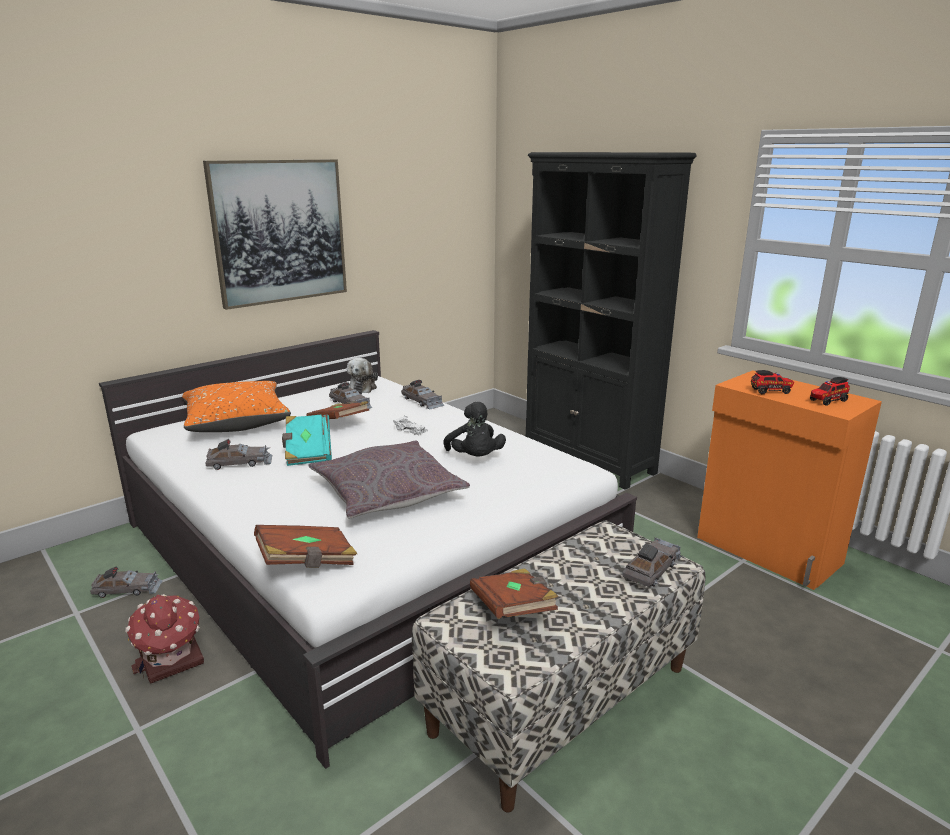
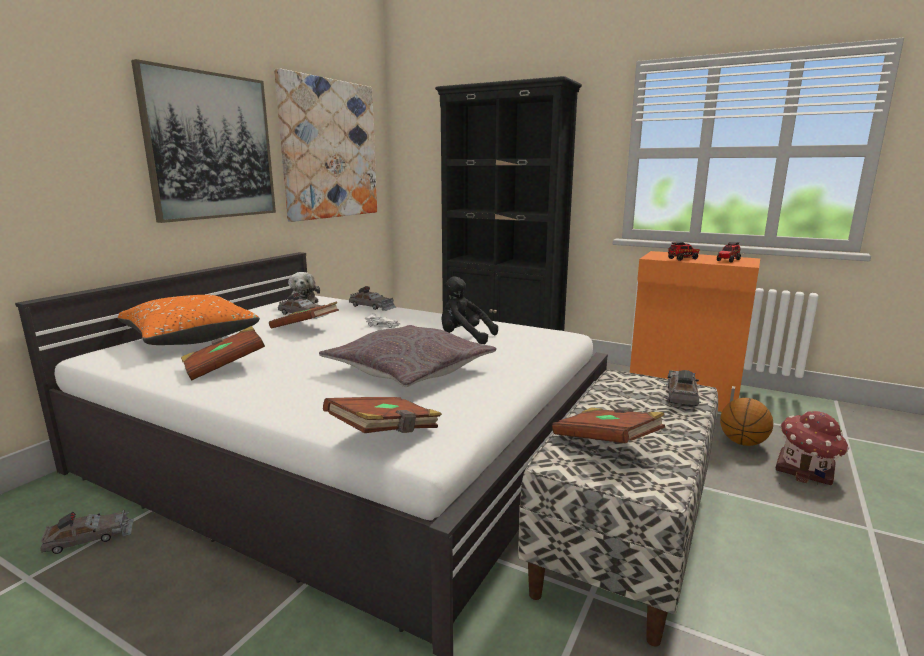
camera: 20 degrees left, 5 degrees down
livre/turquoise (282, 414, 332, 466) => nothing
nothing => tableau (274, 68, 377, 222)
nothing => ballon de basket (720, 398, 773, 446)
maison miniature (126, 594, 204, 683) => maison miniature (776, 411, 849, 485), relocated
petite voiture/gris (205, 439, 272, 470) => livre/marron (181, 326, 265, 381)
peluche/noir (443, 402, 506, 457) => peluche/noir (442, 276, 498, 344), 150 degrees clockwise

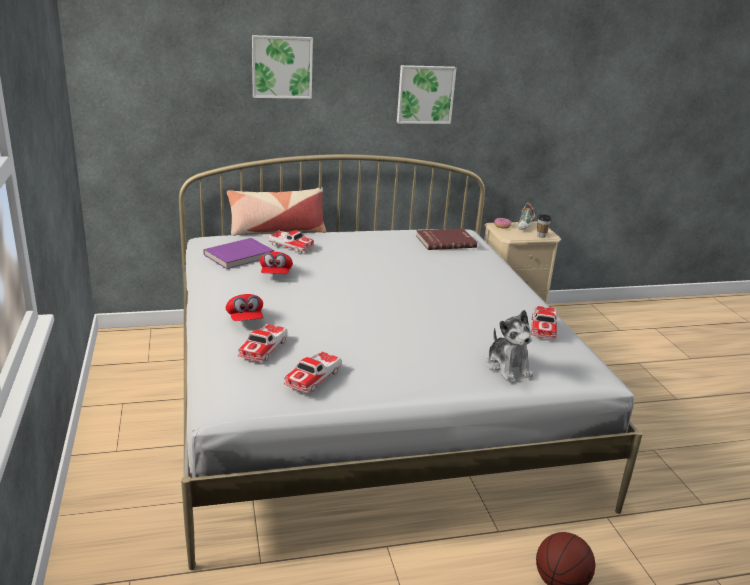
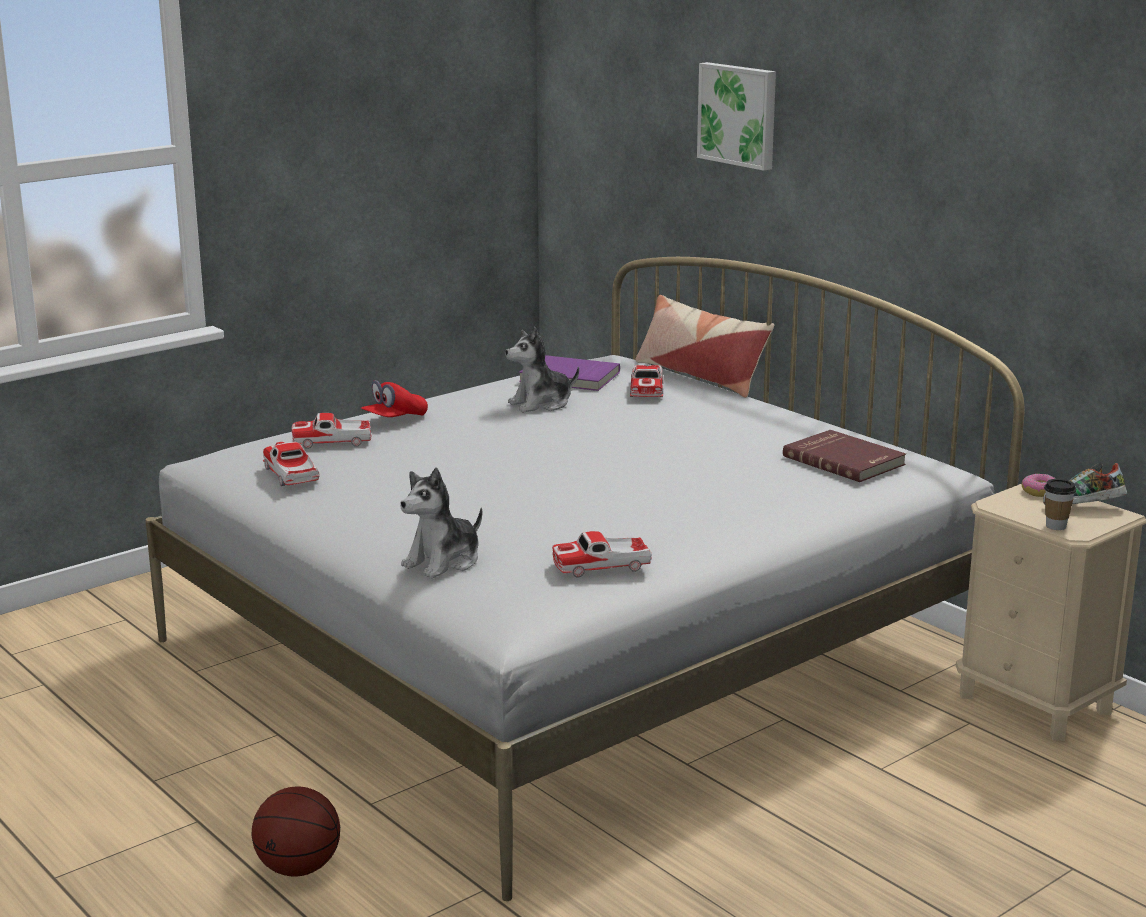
camera: 65 degrees right, 5 degrees down
tableau (397, 65, 456, 124) => nothing
casquette/rouge (260, 252, 293, 274) => peluche (505, 327, 579, 413)
petite voiture (284, 352, 341, 393) => petite voiture (262, 442, 320, 486), 60 degrees clockwise

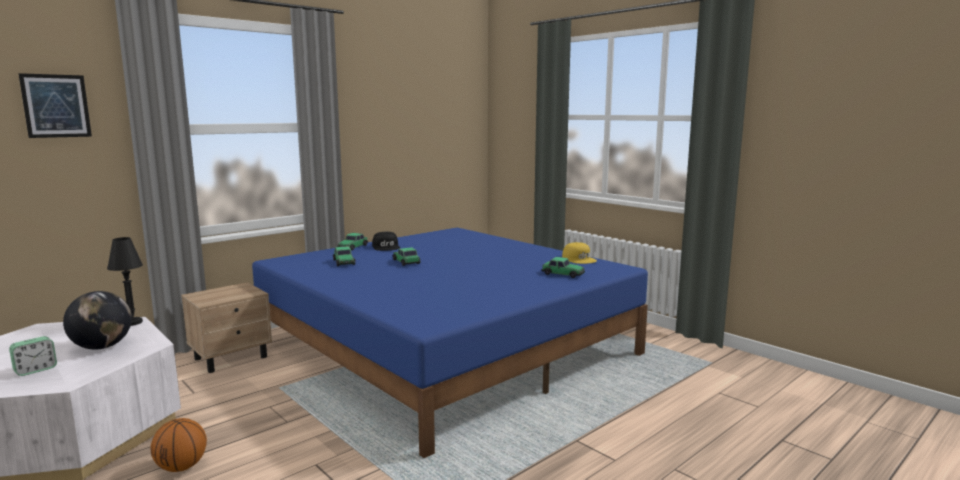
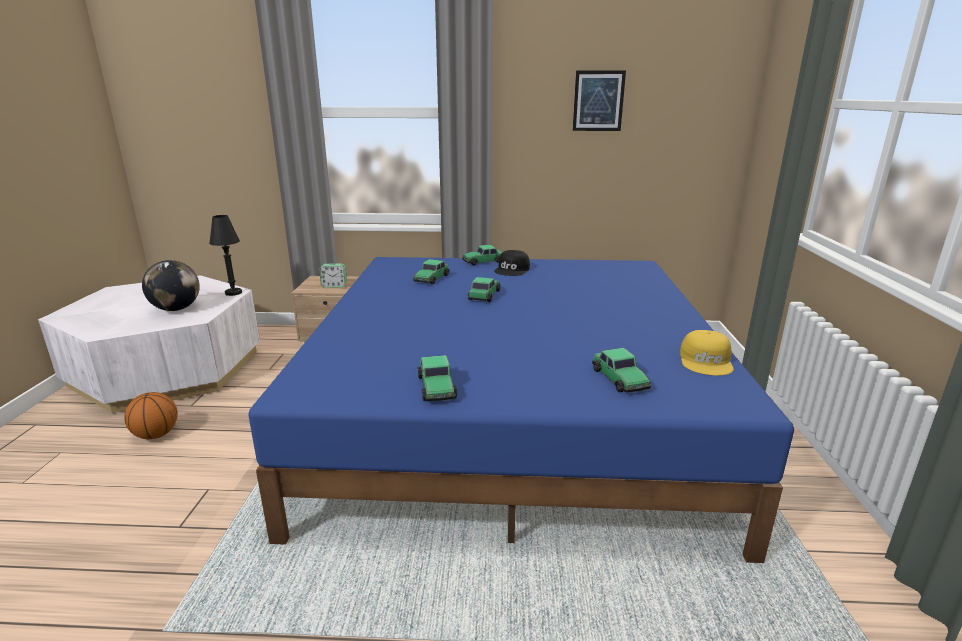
camera: 45 degrees right, 10 degrees up
nothing => petite voiture (417, 355, 457, 402)
réveil (9, 336, 57, 376) => réveil (319, 263, 347, 288), relocated
tableau (18, 73, 92, 138) => tableau (573, 70, 626, 131), relocated

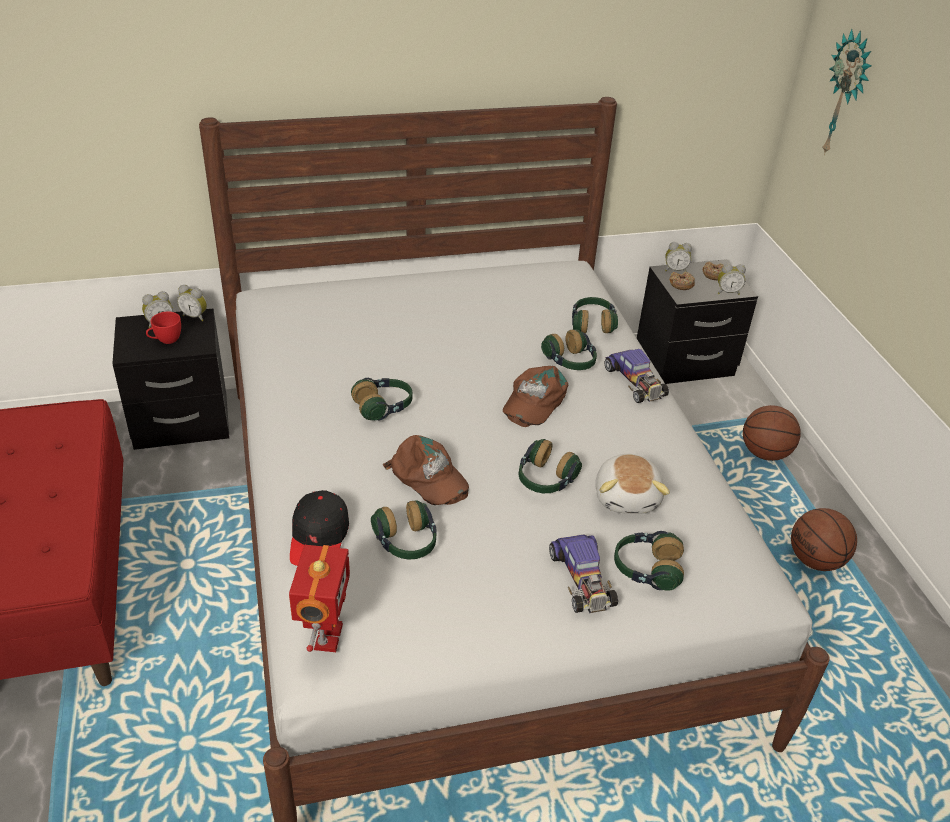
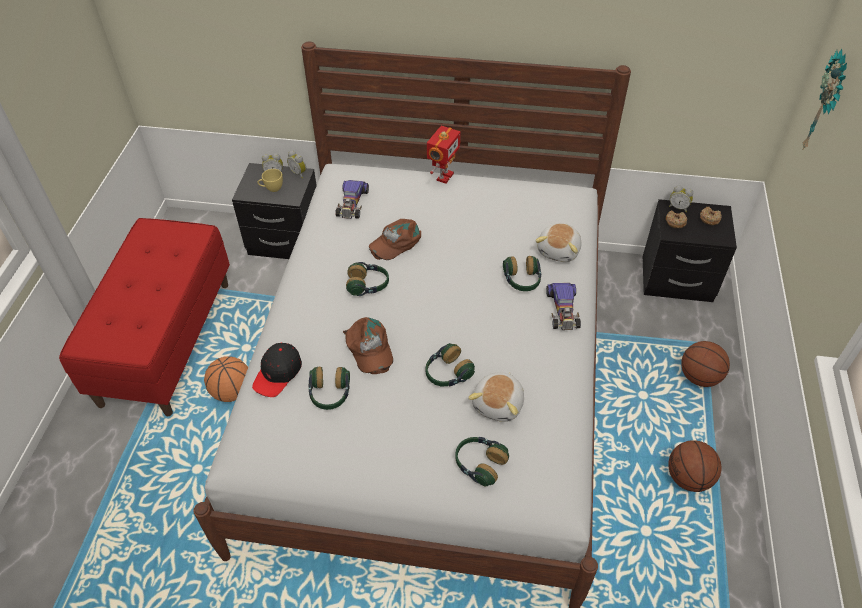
camera: 25 degrees right, 10 degrees up
réveil (718, 264, 746, 295) => nothing
nothing => ballon de basket (204, 356, 248, 402)
robot jouet (289, 545, 350, 652) => robot jouet (427, 126, 461, 184), relocated
casquette/marron (503, 366, 568, 427) => casquette/marron (369, 219, 421, 260), relocated
petite voiture (549, 534, 618, 613) => petite voiture (335, 180, 369, 219), relocated
casque audio (572, 297, 618, 334) => peluche (535, 223, 582, 262)
tasse/rouge (146, 312, 181, 344) => tasse/jaune (257, 169, 283, 192)

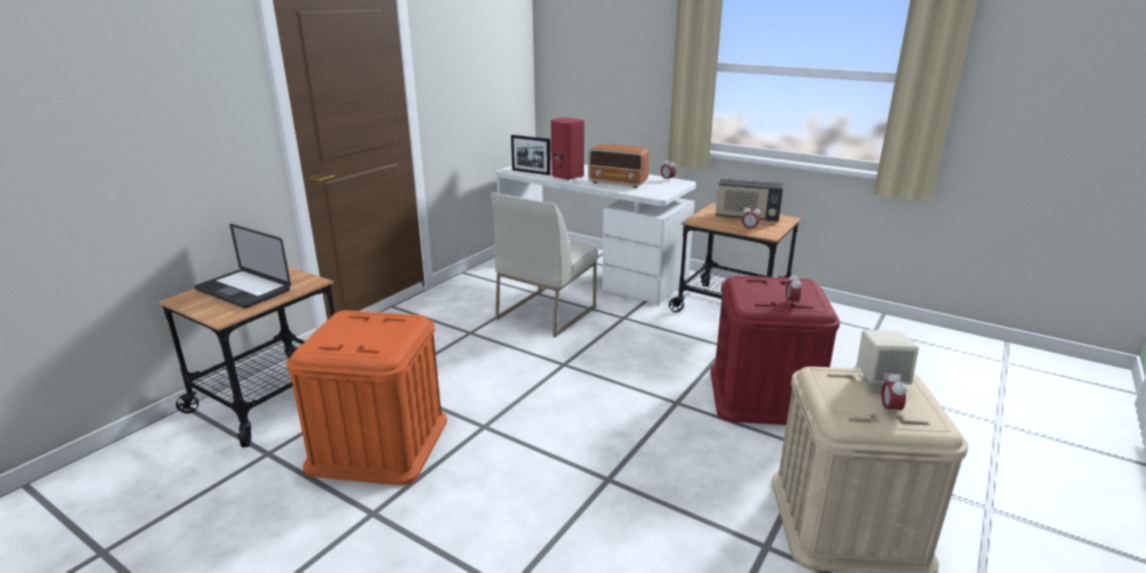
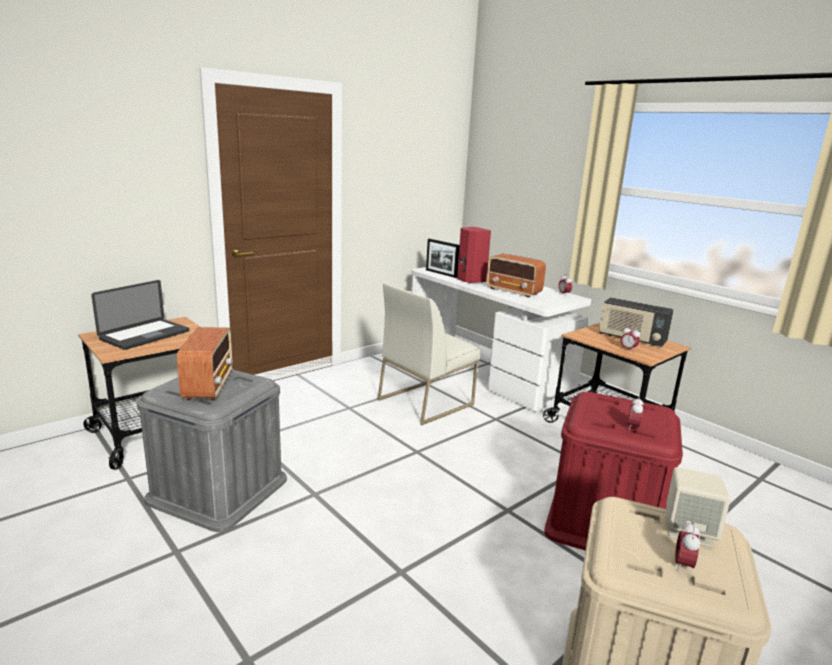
camera: 15 degrees right, 5 degrees down
nothing => radio (177, 327, 233, 400)
boîte de rangement/orange (286, 310, 447, 485) => boîte de rangement/gris (137, 369, 287, 532)
ordinateur portable (194, 224, 291, 309) => ordinateur portable (91, 280, 189, 350), 105 degrees counterclockwise

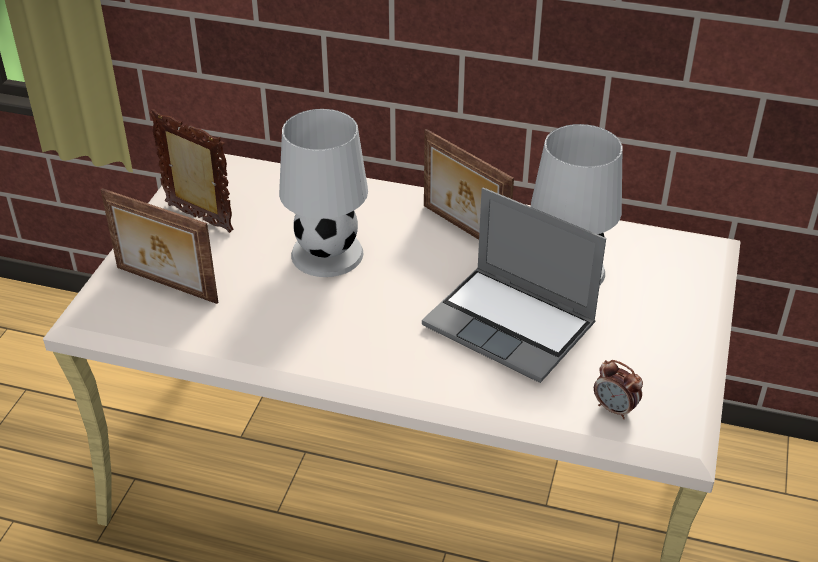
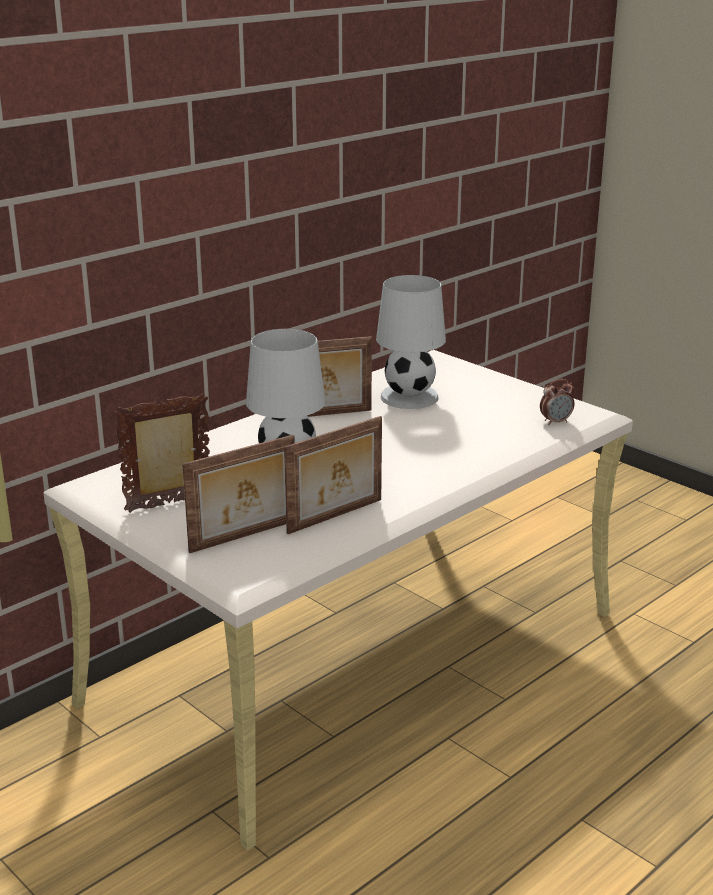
camera: 60 degrees left, 15 degrees down
ordinateur portable (422, 188, 606, 383) => nothing
nothing => cadre photo (284, 416, 382, 534)

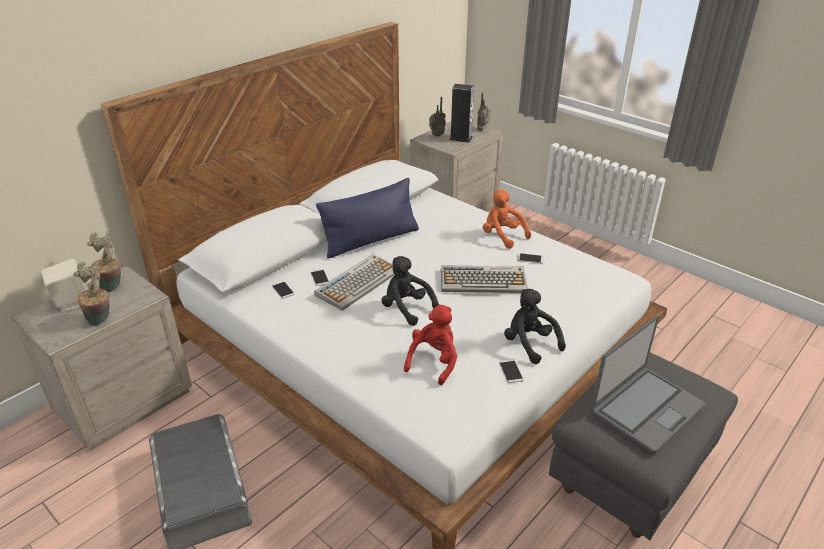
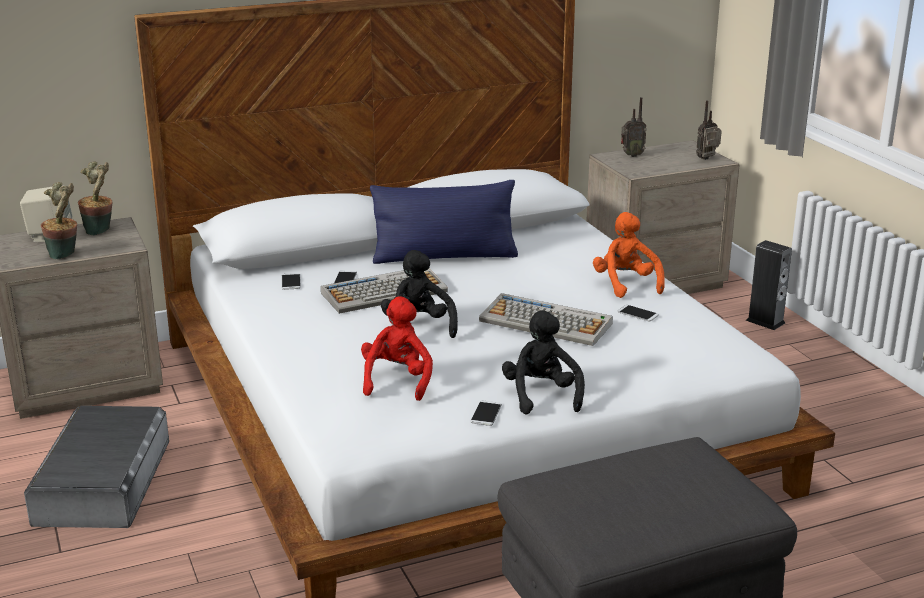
camera: 25 degrees right, 10 degrees down
ordinateur portable (592, 315, 705, 454) => nothing
enceinte (449, 84, 474, 143) => enceinte (746, 240, 792, 330), relocated
peluche/rouge (404, 305, 457, 385) => peluche/rouge (361, 296, 433, 401), 45 degrees counterclockwise

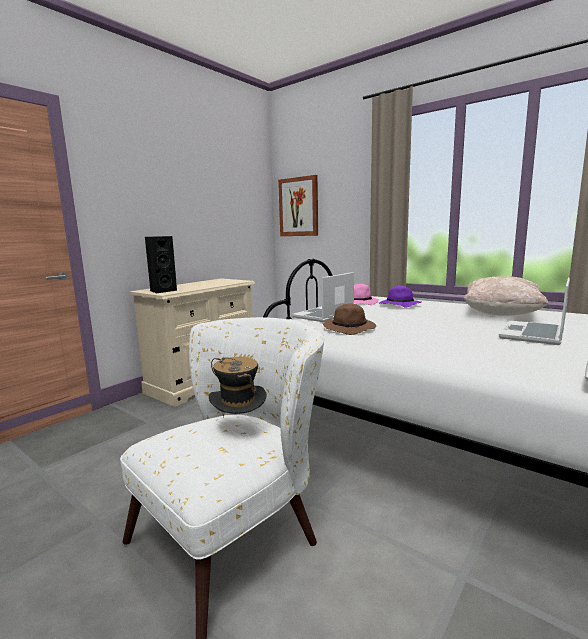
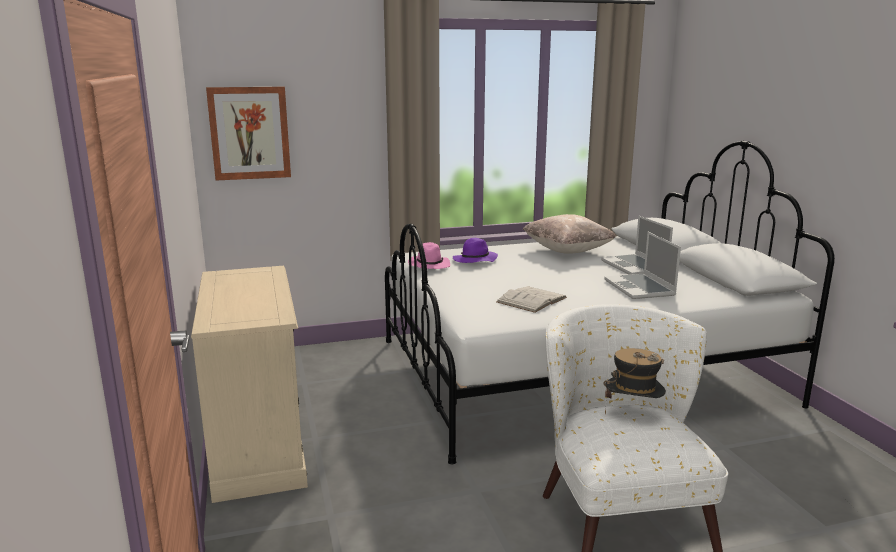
camera: 55 degrees left, 5 degrees up
enceinte/noir (145, 236, 177, 294) => nothing
ordinateur portable (292, 272, 354, 322) => ordinateur portable (604, 232, 681, 299), relocated
chapeau/marron (323, 303, 376, 335) => livre/blanc (496, 286, 567, 313)

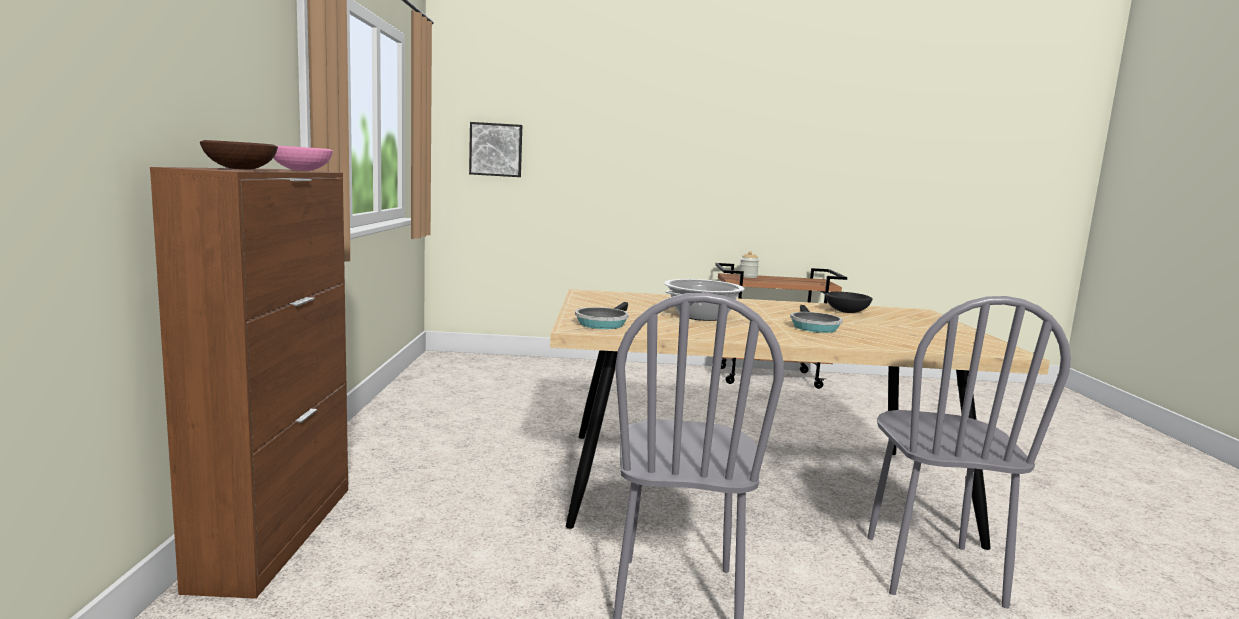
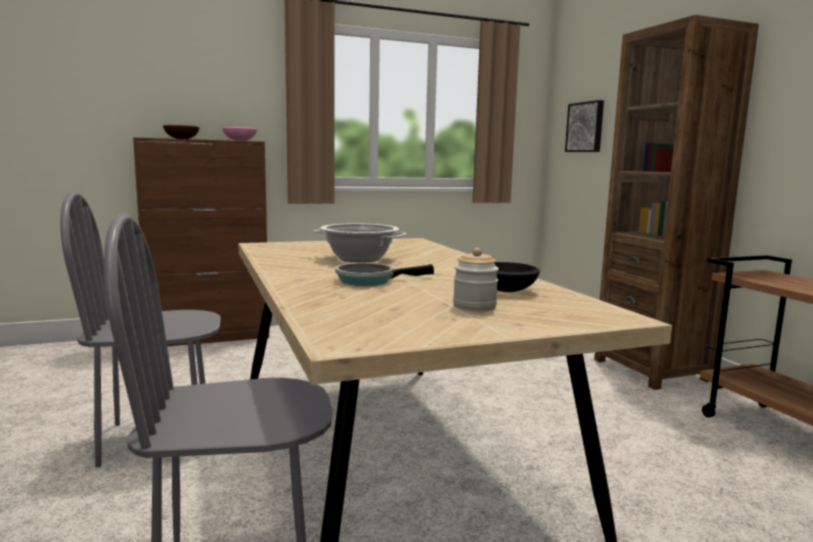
camera: 70 degrees right, 0 degrees up
poêle (575, 302, 629, 329) => nothing
nothing => bibliothèque/marron (594, 15, 759, 390)
bocal (739, 251, 759, 278) => bocal (453, 248, 499, 311), relocated

